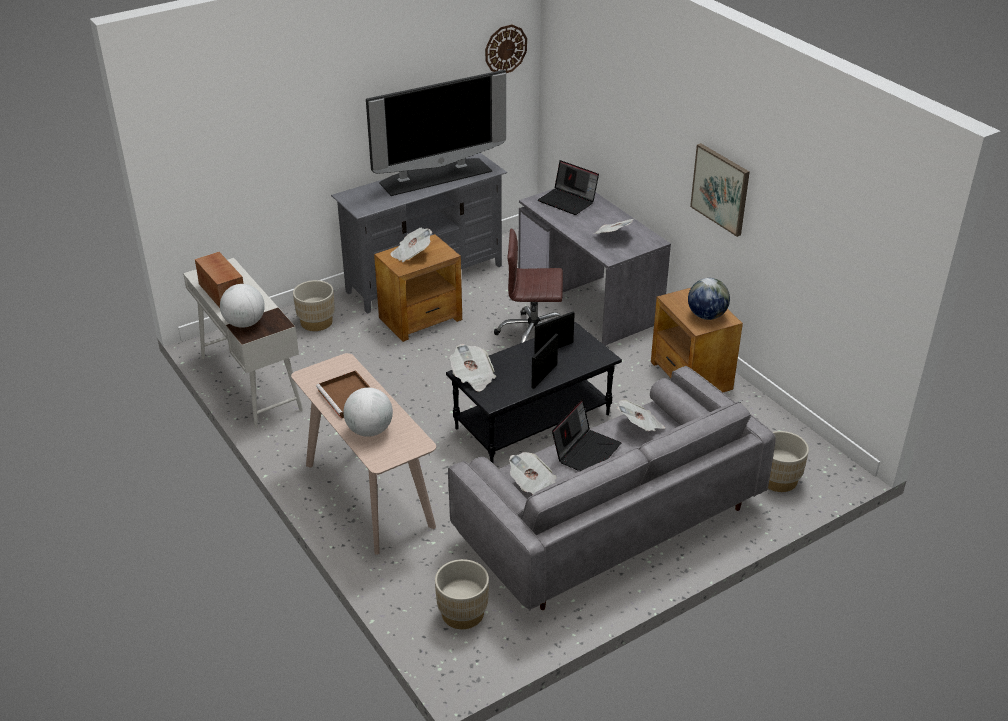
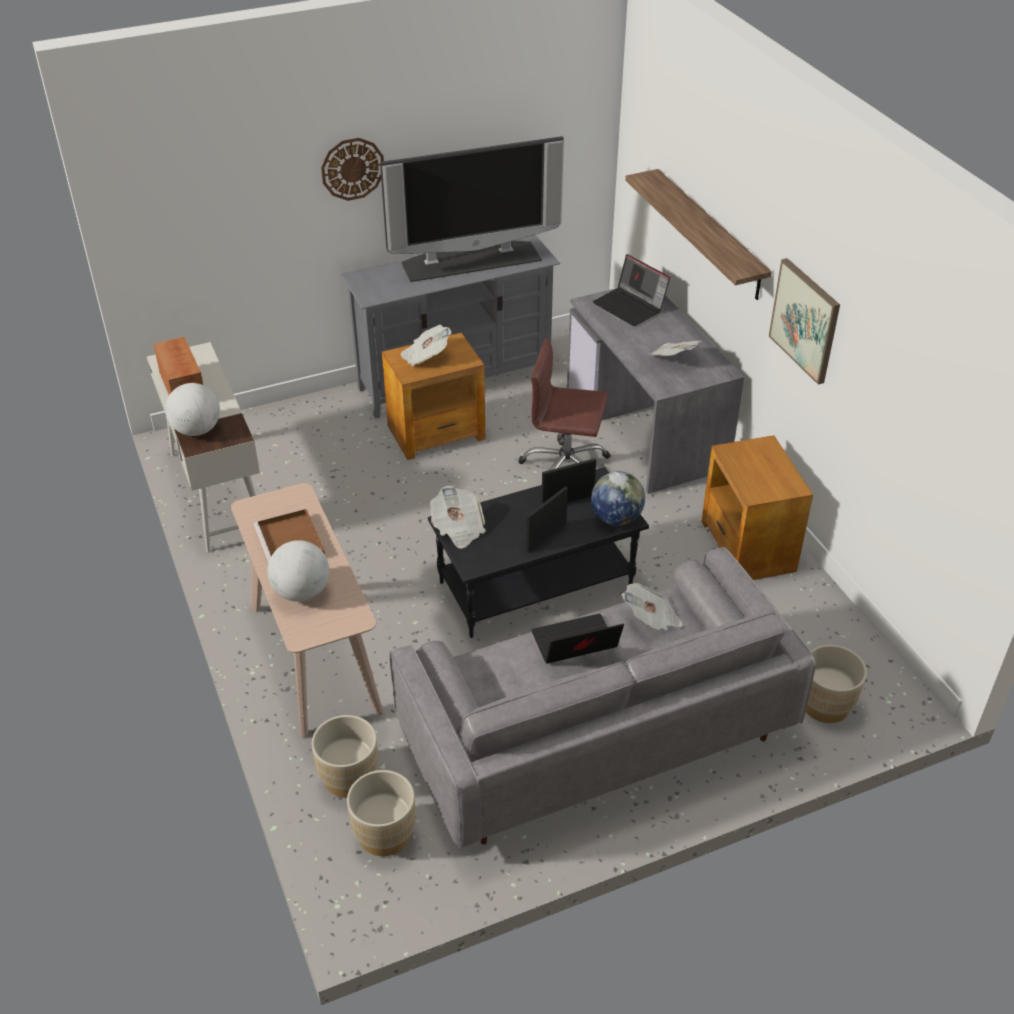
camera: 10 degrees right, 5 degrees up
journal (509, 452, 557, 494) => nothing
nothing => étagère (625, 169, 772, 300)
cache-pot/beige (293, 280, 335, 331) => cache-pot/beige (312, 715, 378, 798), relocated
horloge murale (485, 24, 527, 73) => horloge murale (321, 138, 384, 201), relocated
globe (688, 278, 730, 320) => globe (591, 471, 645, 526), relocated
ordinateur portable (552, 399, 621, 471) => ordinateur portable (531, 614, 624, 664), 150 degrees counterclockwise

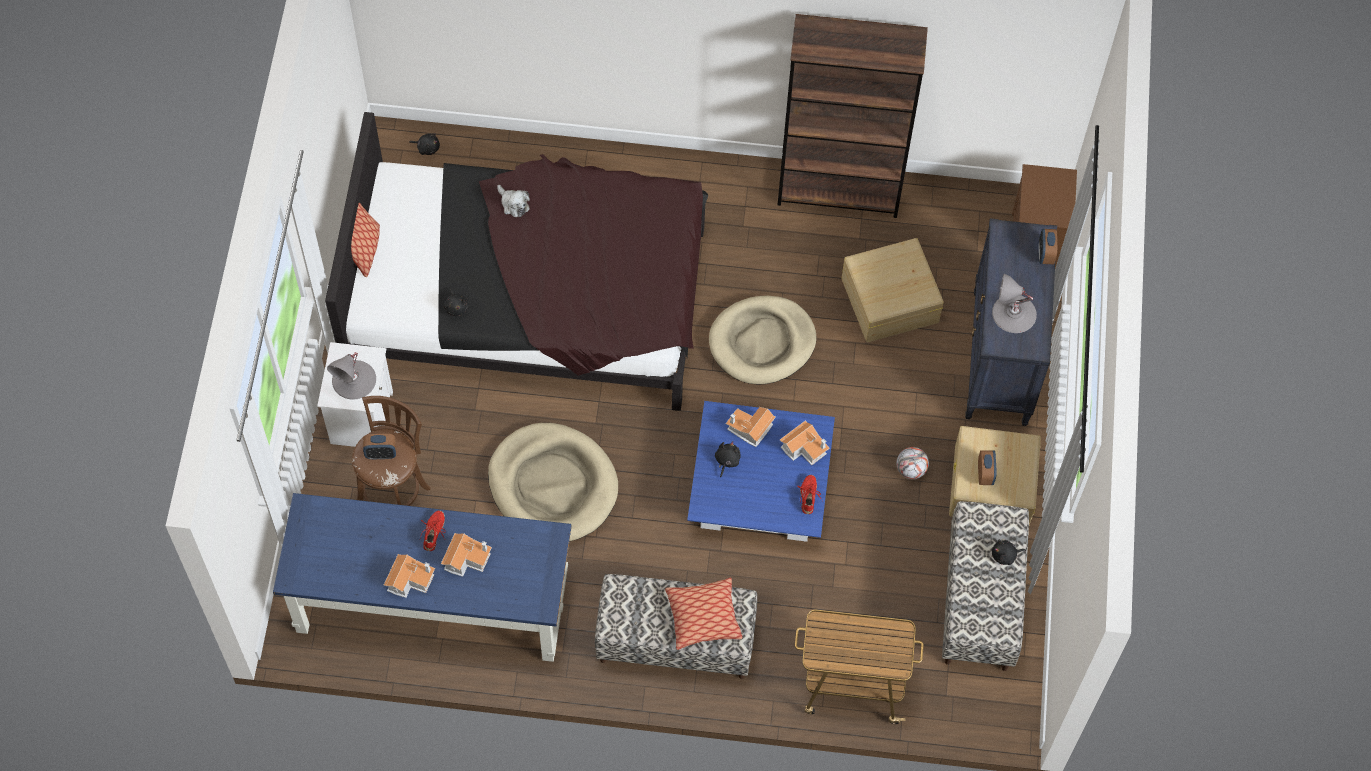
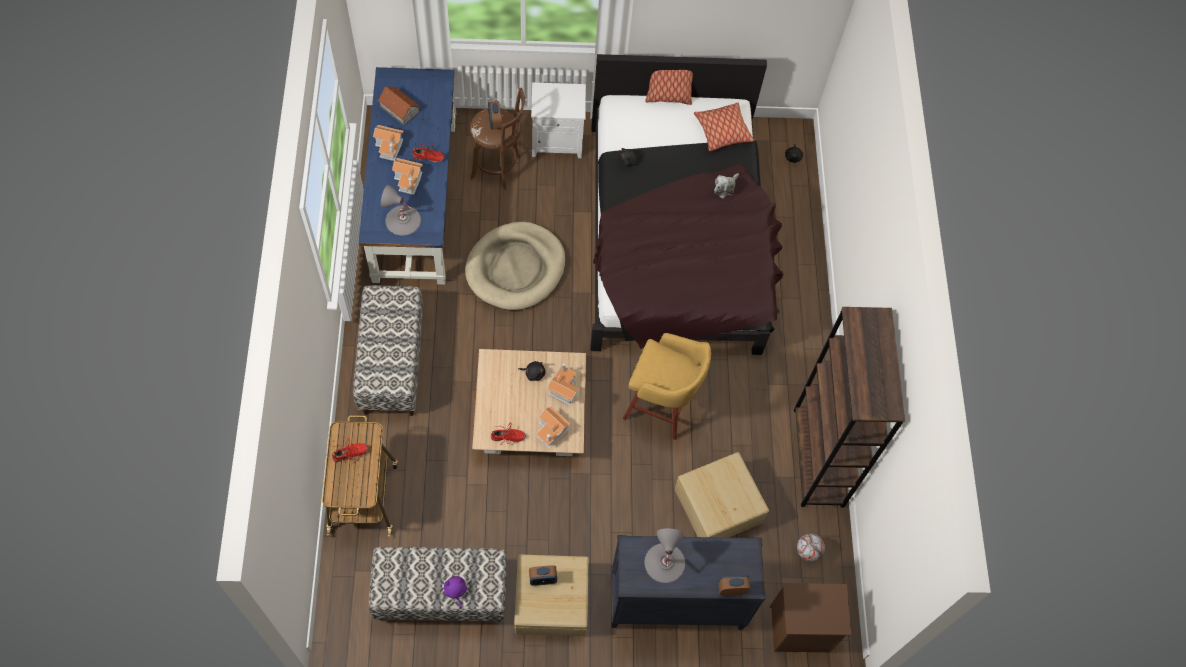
camera: 80 degrees right, 0 degrees up
nothing => chaussure/rouge (332, 438, 368, 464)
nothing => maison miniature (378, 86, 420, 126)
lampe de table/gris (327, 352, 376, 400) => lampe de table/gris (381, 185, 421, 236), relocated
coussin (665, 578, 742, 650) => coussin (694, 102, 755, 151), relocated
ballon de foot (896, 447, 929, 479) => ballon de foot (797, 533, 825, 561), relocated
panier pour chien/beige (709, 296, 816, 385) => tabouret/jaune (623, 333, 711, 440)
table basse/bleu (687, 401, 835, 542) => table basse/beige (472, 349, 586, 456)
peluche/noir (992, 540, 1026, 565) => peluche/violet (444, 575, 467, 608)

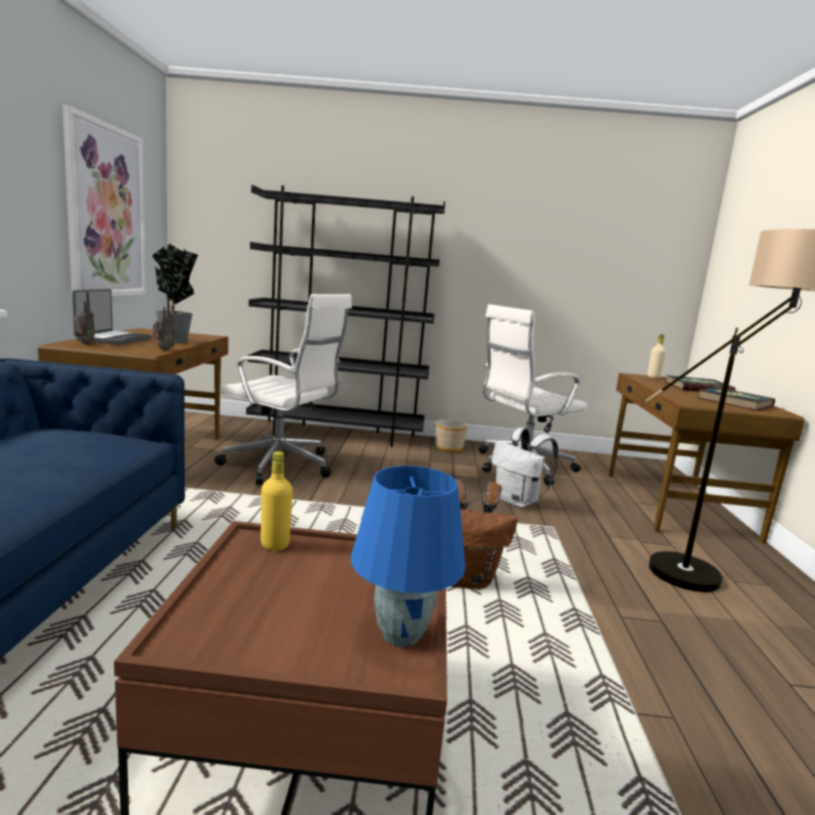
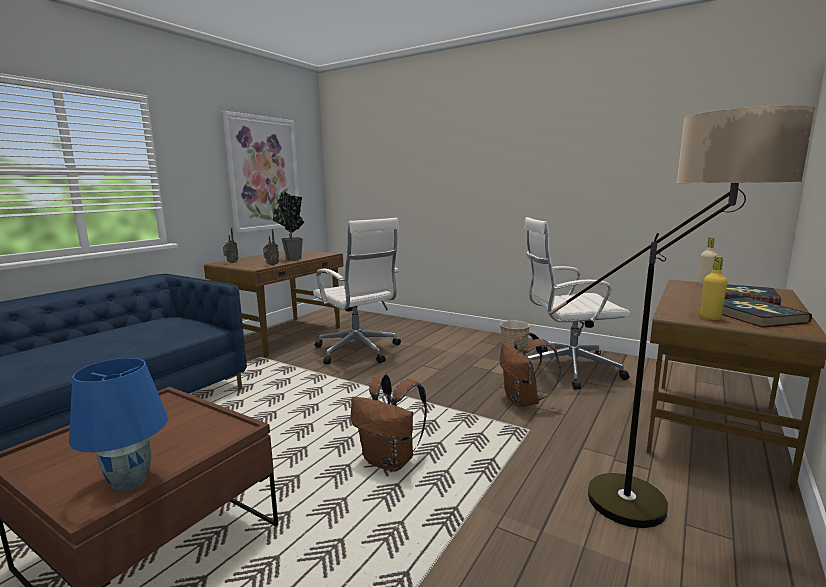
camera: 30 degrees right, 0 degrees up
ordinateur portable (72, 289, 151, 345) => nothing
bibliothèque/noir (246, 185, 445, 447) => nothing
bouteille/jaune (261, 451, 293, 551) => bouteille/jaune (700, 256, 727, 320), relocated
sac à dos/blanc (492, 428, 558, 508) => sac à dos/marron (500, 332, 561, 407)

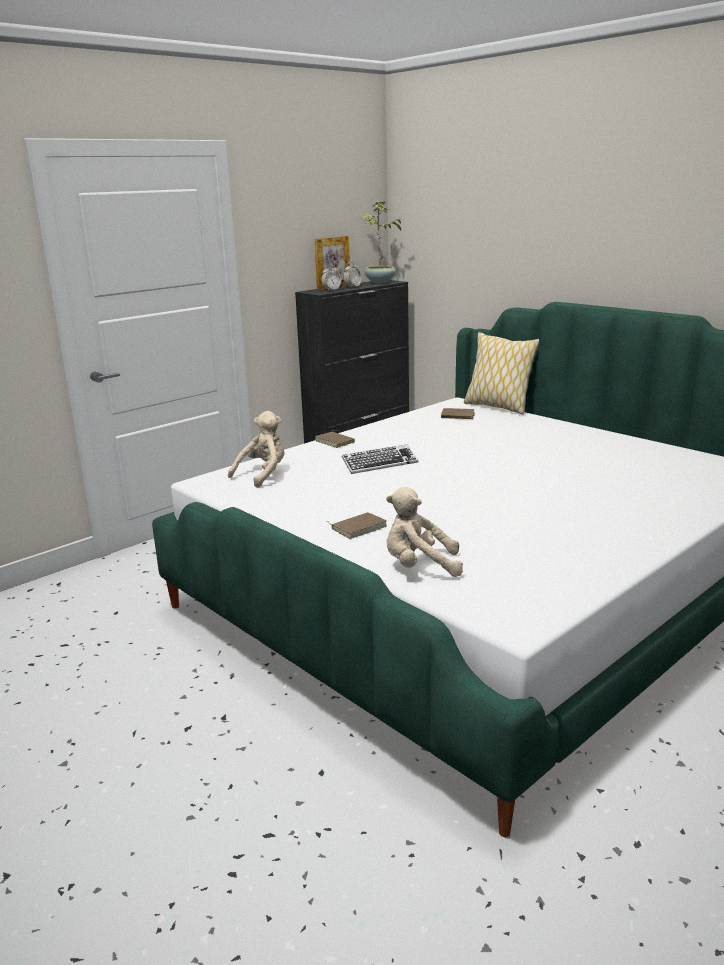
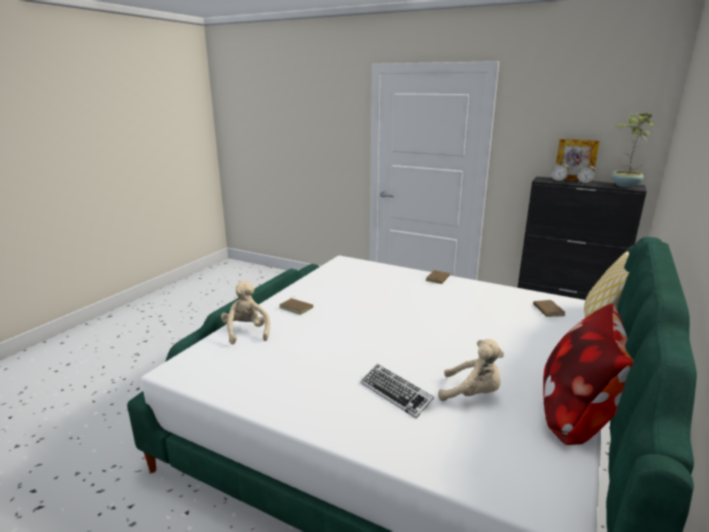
camera: 70 degrees right, 0 degrees up
nothing => coussin (543, 303, 634, 445)
peluche/beige (228, 411, 285, 488) => peluche/beige (438, 339, 504, 401), relocated
clavier (342, 444, 419, 474) => clavier (360, 364, 434, 418), relocated

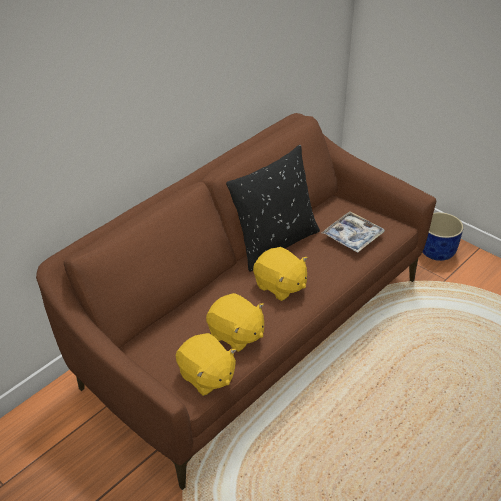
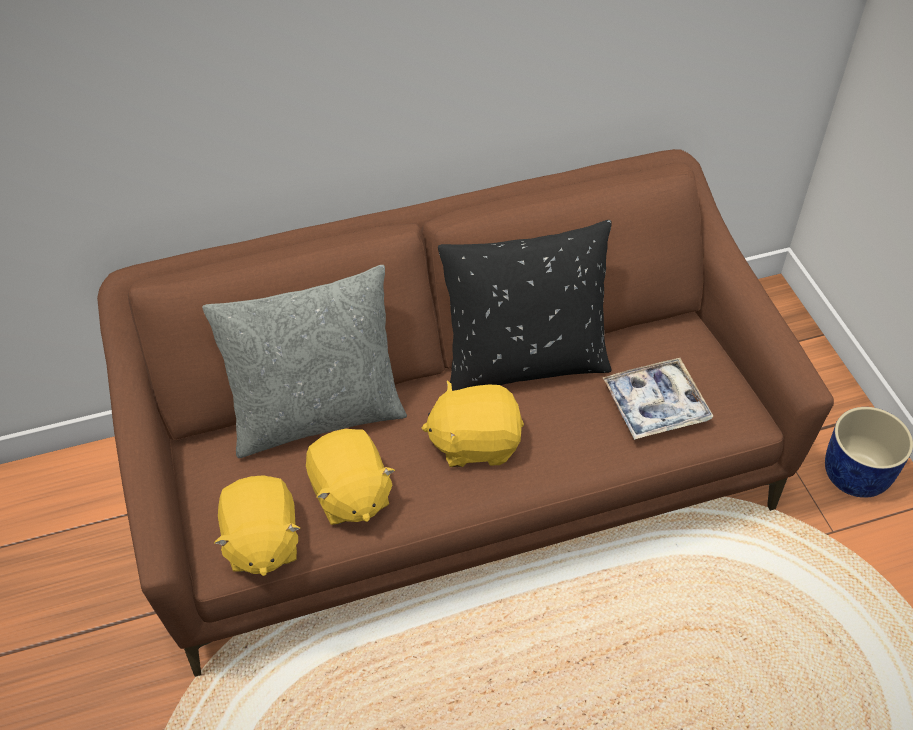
camera: 30 degrees right, 10 degrees up
nothing => coussin/gris (202, 265, 407, 458)
peluche/jaune (253, 247, 308, 301) => peluche/jaune (422, 380, 524, 467), 105 degrees clockwise

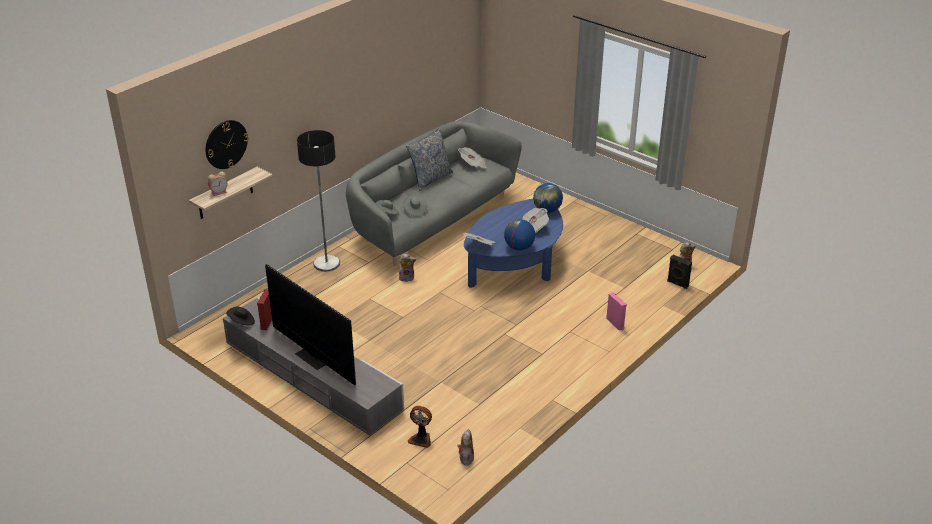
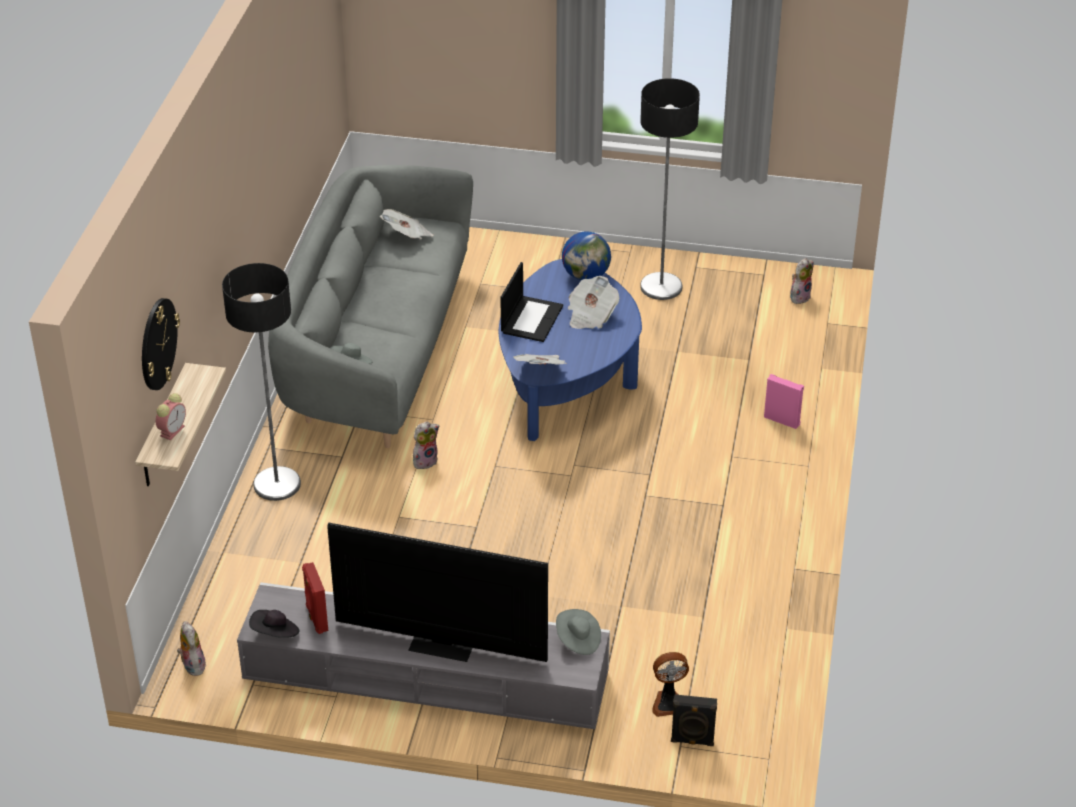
camera: 30 degrees left, 5 degrees up
coussin (406, 128, 453, 191) => nothing
globe (504, 219, 535, 250) => nothing
nothing => ordinateur portable (500, 262, 563, 342)
nothing => lampadaire (640, 78, 700, 300)
chapeau/gris (403, 195, 428, 217) => chapeau/gris (556, 609, 601, 655), relocated
peluche (457, 429, 474, 466) => peluche (177, 621, 206, 676), relocated
enceinte/noir (667, 255, 692, 289) => enceinte/noir (671, 694, 717, 746), relocated

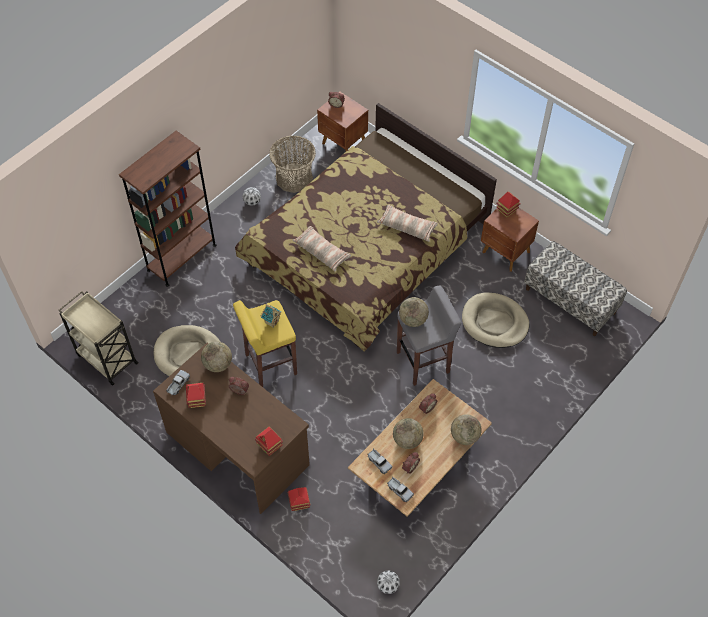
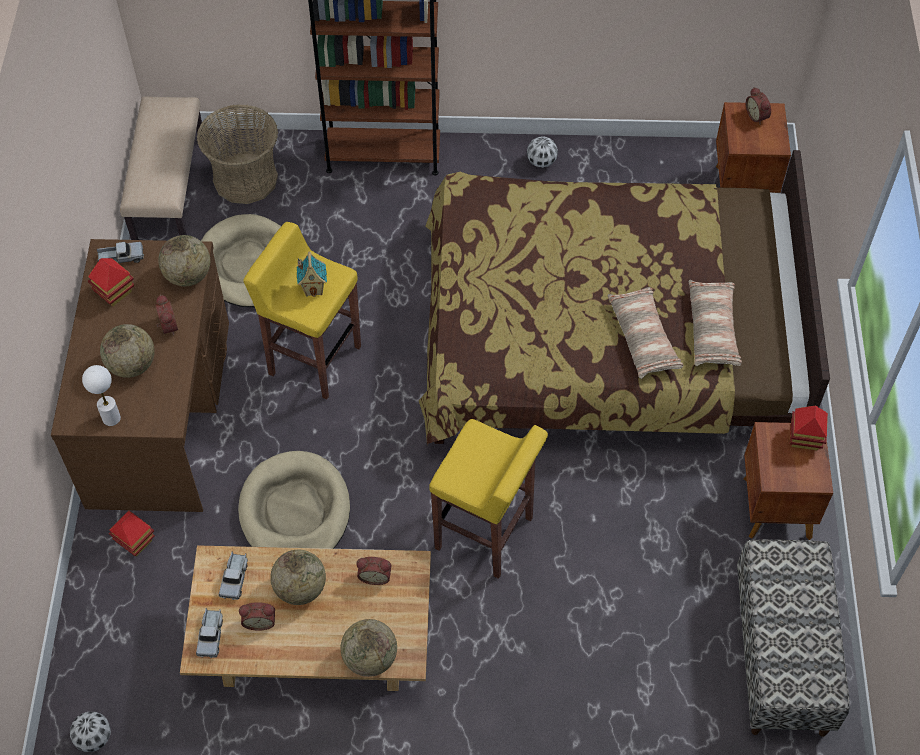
camera: 50 degrees right, 0 degrees up
panier (269, 136, 316, 193) => panier (197, 104, 278, 204), relocated
coussin (293, 226, 351, 271) => coussin (689, 280, 742, 366), relocated
globe (399, 297, 429, 327) => globe (100, 324, 155, 378), relocated
panier pour chien/beige (462, 292, 529, 348) => panier pour chien/beige (238, 451, 350, 549), relocated
chariot/beige (59, 291, 139, 386) => banc/beige (120, 96, 202, 240)
maison miniature (255, 427, 283, 456) => lampe de table/blanc (82, 365, 121, 426)
tabouret/gris (397, 286, 461, 386) => tabouret/jaune (429, 419, 548, 579)

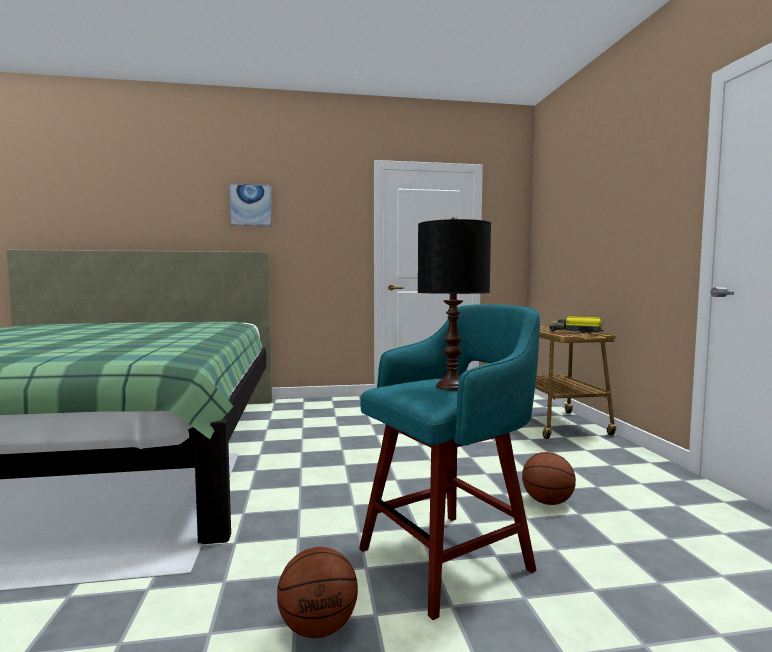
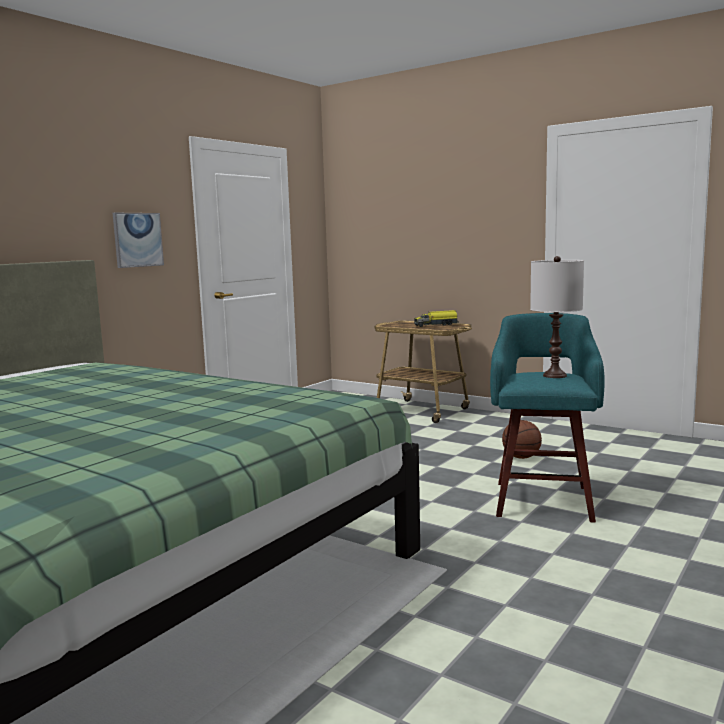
camera: 45 degrees left, 5 degrees up
ballon de basket (277, 547, 358, 638) => nothing
tableau (229, 183, 272, 226) => tableau (113, 213, 164, 268), relocated
lampe de table/noir (418, 217, 491, 391) => lampe de table/blanc (530, 256, 584, 378)

